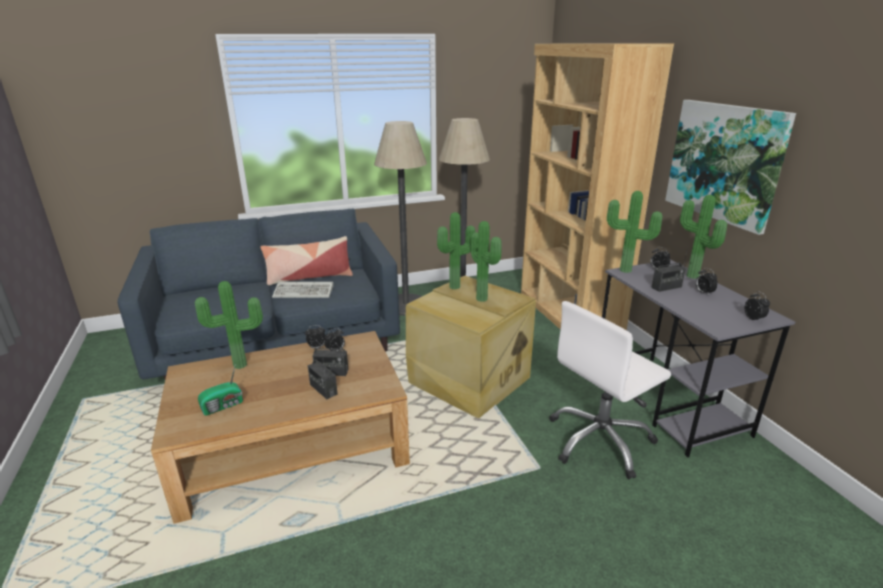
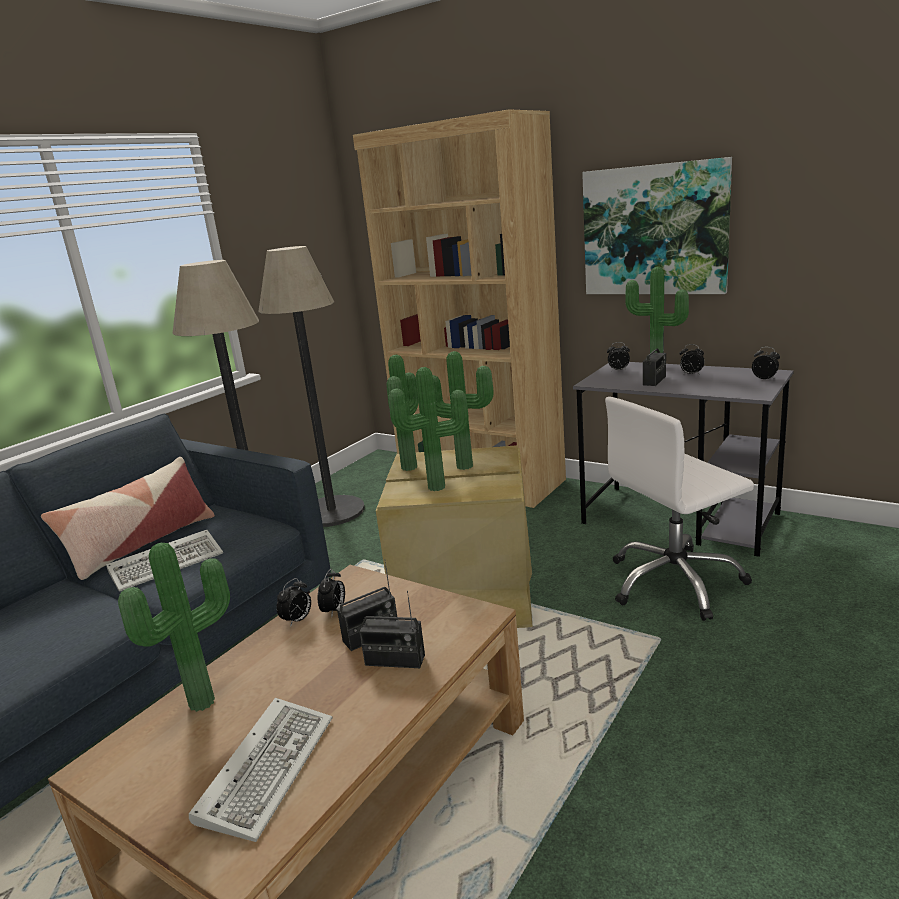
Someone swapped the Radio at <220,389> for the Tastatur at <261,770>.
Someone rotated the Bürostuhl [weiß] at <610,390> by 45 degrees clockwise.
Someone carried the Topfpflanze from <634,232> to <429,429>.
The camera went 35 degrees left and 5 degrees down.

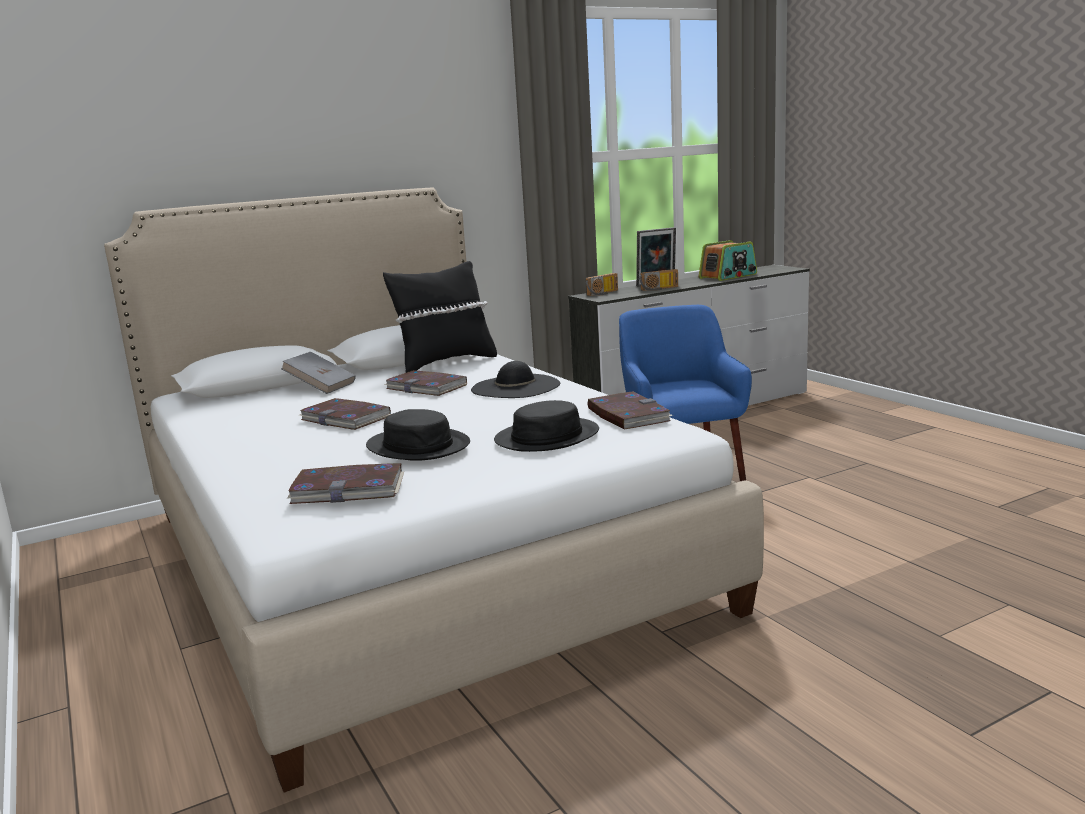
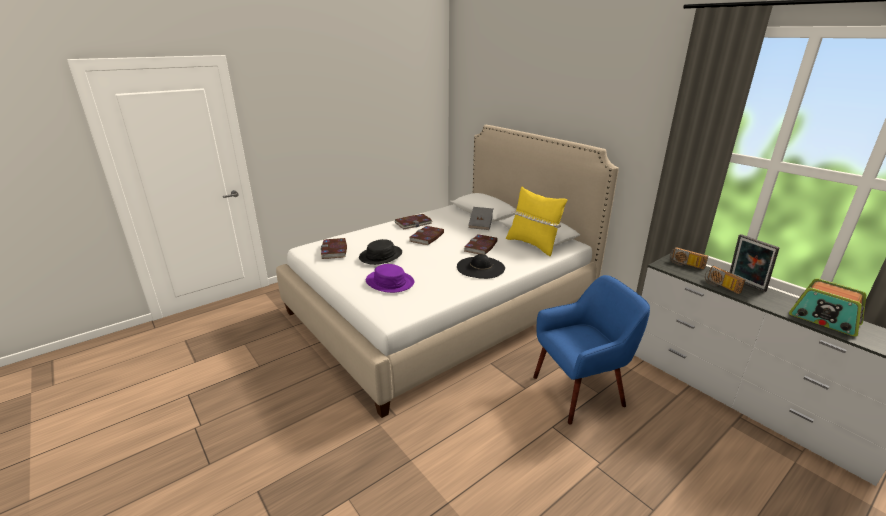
Someone repainted the Kissen [schwarz] at <440,317>, which became the Kissen [gelb] at <536,221>.
Someone repainted the Hut [schwarz] at <546,426>, which became the Hut [lila] at <390,278>.
Someone carried the Buch from <630,410> to <413,221>.
The camera went 80 degrees right and 10 degrees up.

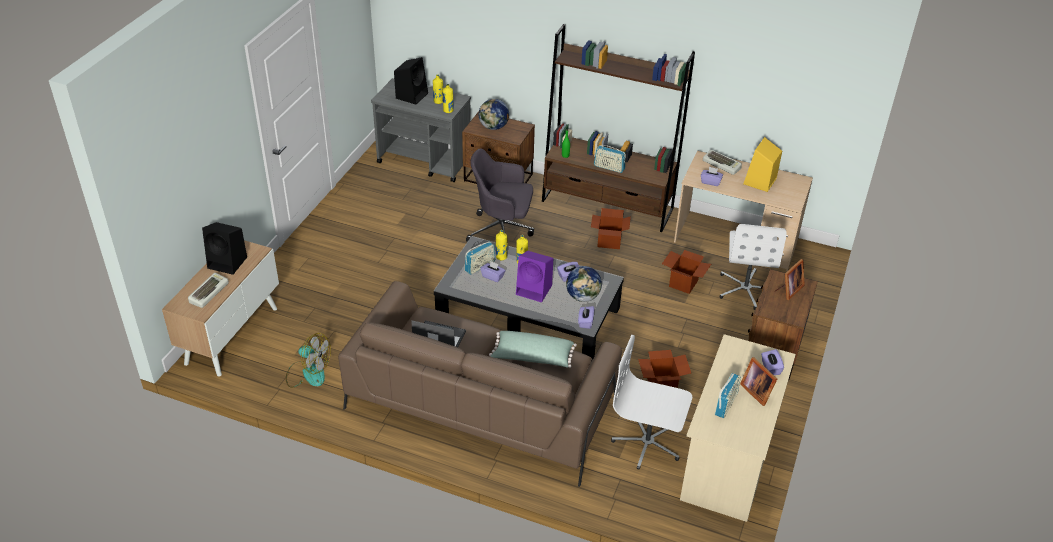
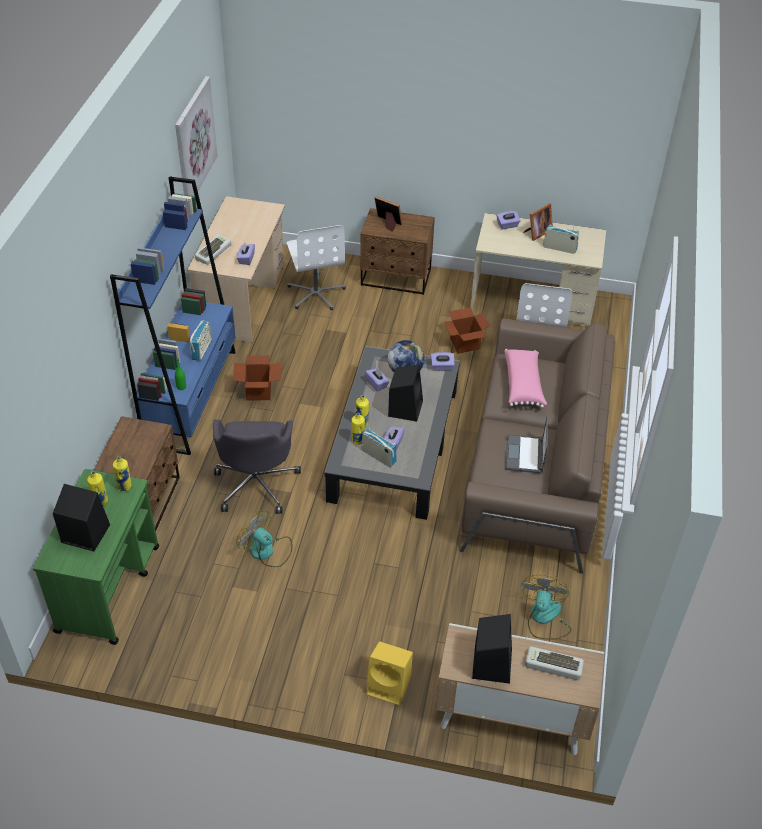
Someone repainted the Rollwagen [grau] at <421,130>, which became the Rollwagen [grün] at <96,557>.
Someone took away the Globus at <494,114>.
Someone repainted the Kissen [grün] at <533,349>, which became the Kissen [rosa] at <525,378>.
Someone repainted the Lautsprecher [lila] at <534,276>, which became the Lautsprecher [schwarz] at <405,393>.
Someone repainted the Bücherregal [braun] at <618,128>, which became the Bücherregal [blau] at <173,315>.
Someone took away the Karton at <686,272>.
Someone rotated the Bürostuhl [weiß] at <753,267> by 75 degrees clockwise.
Someone carried the Lautsprecher [gelb] from <762,164> to <389,673>.
Someone put up the Bild at <196,136>.
Someone put down the Ventilator at <264,538>.
The camera went 100 degrees left and 5 degrees up.

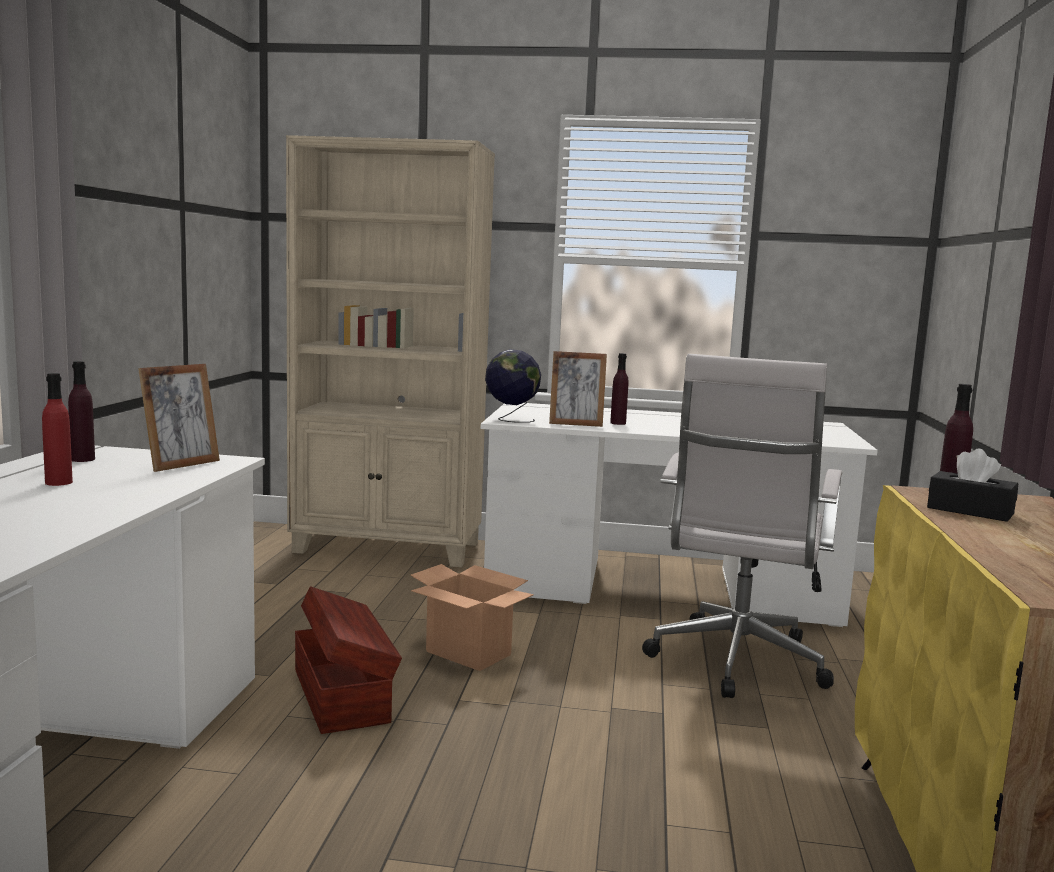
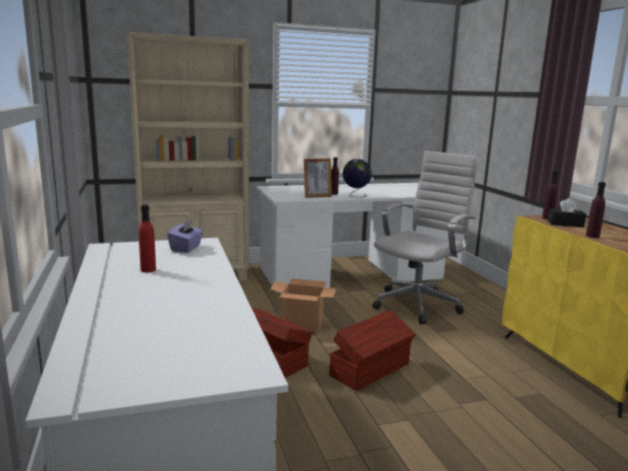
Someone carried the Flasche [lila] from <81,411> to <596,210>.
Someone swapped the Bilderrahmen at <179,418> for the Taschentuchbox [lila] at <185,236>.
Someone carried the Globus from <513,386> to <357,178>.
Someone rotated the Bürostuhl [weiß] at <742,526> by 135 degrees counterclockwise.
Someone put down the Aufbewahrungsbox [braun] at <372,350>.
The camera went 25 degrees left and 5 degrees up.

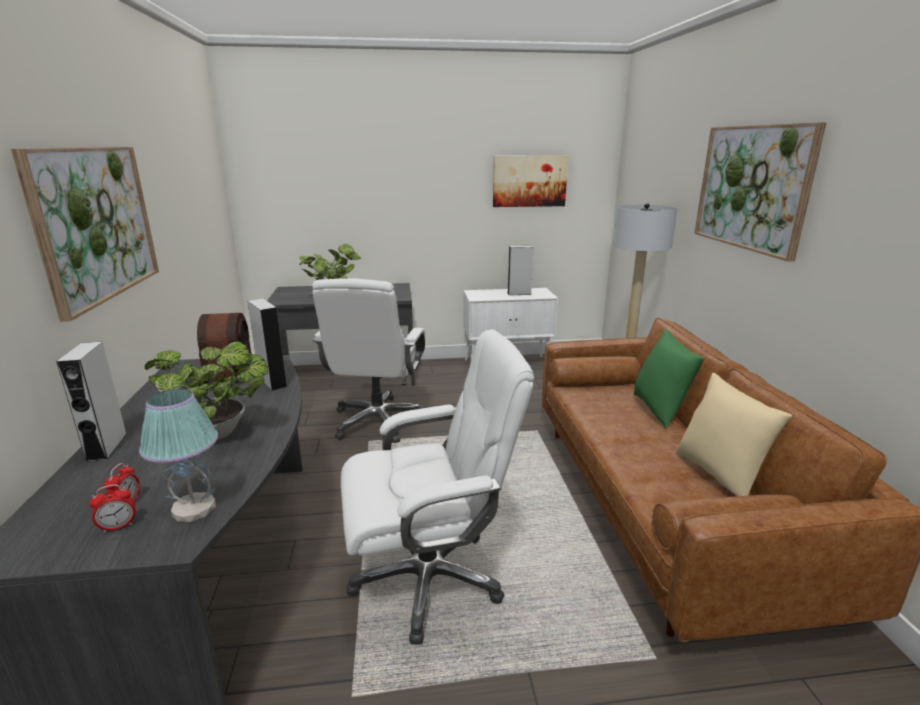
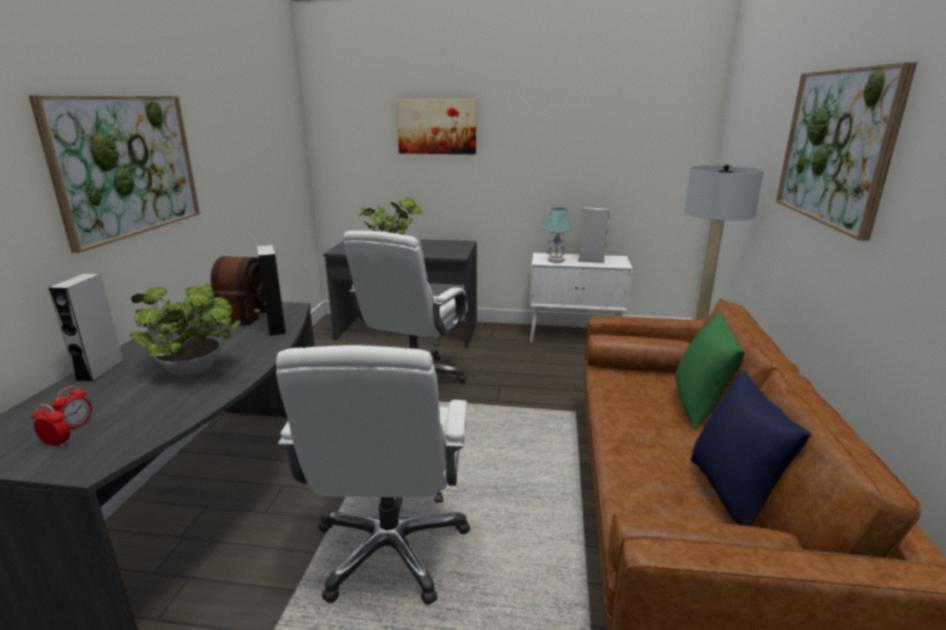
Someone rotated the Wecker at <112,508> by 150 degrees counterclockwise.
Someone carried the Tischlampe from <178,455> to <558,235>.
Someone rotated the Bürostuhl [weiß] at <437,487> by 90 degrees clockwise.
Someone carried the Bild from <530,181> to <436,126>.
Someone repainted the Kissen [beige] at <734,434>, which became the Kissen [blau] at <751,448>.
The camera went 15 degrees right and 0 degrees up.

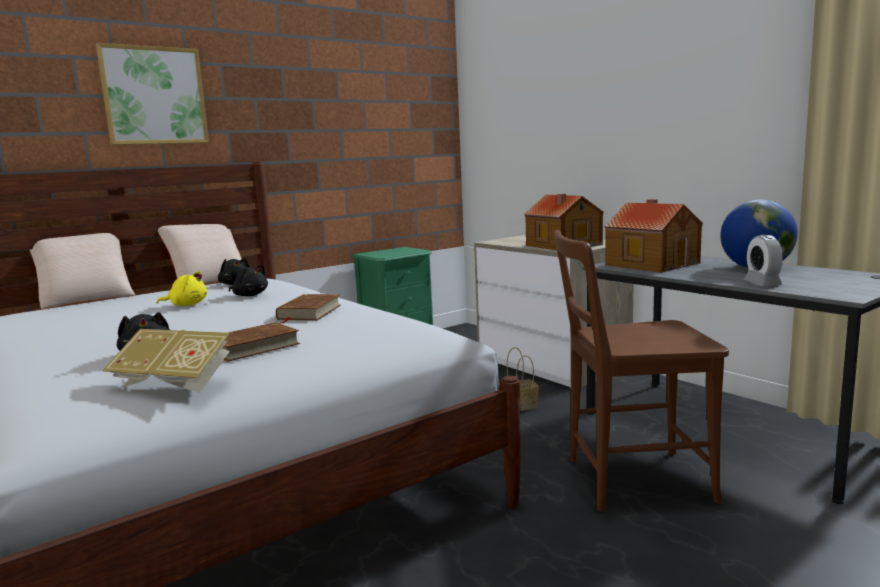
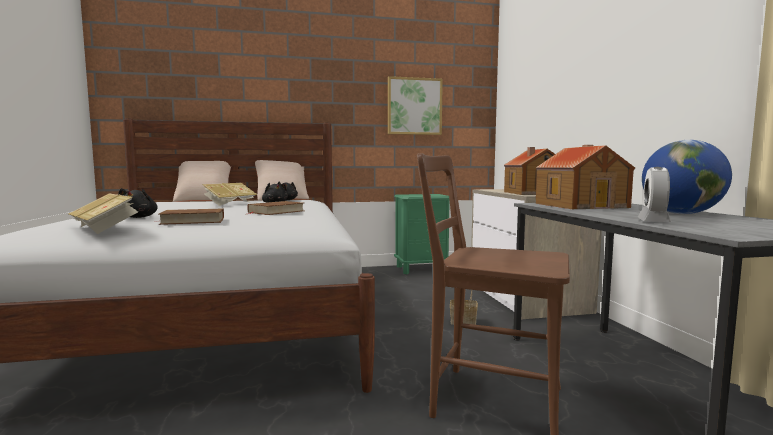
Someone carried the Bild from <152,94> to <415,105>.
Someone swapped the Plüschtier [gelb] at <182,288> for the Buch at <230,194>.
The camera went 25 degrees right and 5 degrees down.

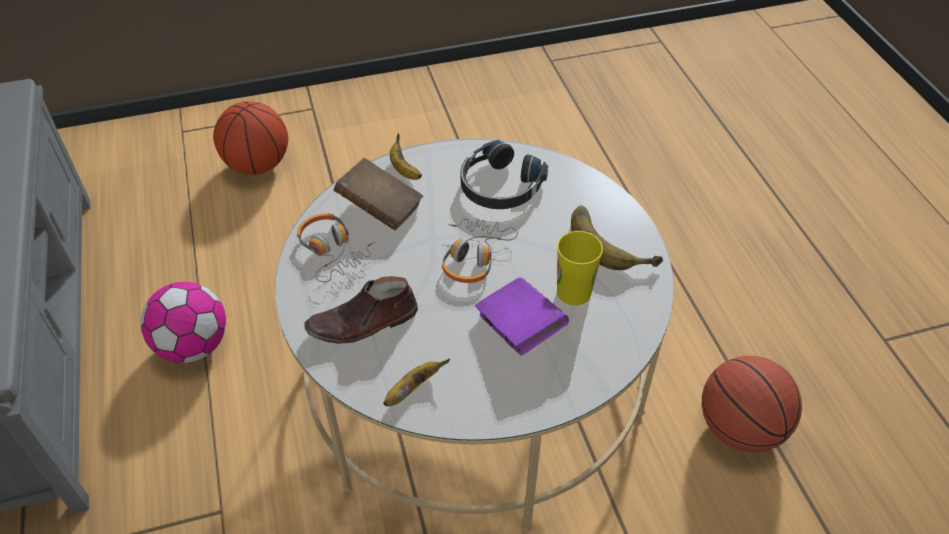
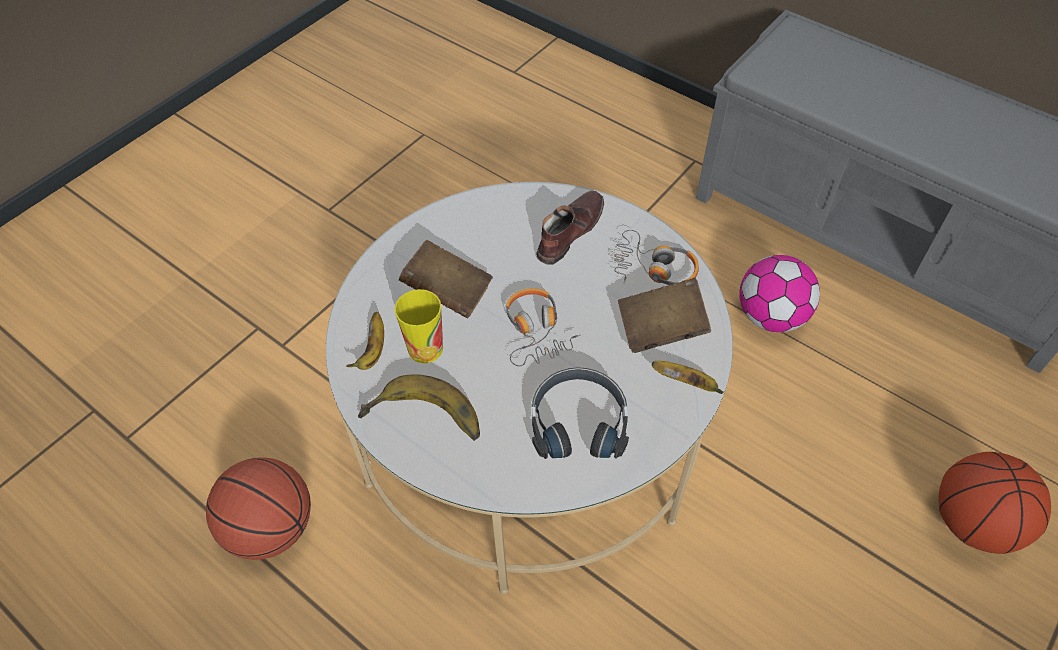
Someone carried the Banane from <416,382> to <365,341>.
Someone repainted the Buch [lila] at <522,316>, which became the Buch [braun] at <446,279>.
The camera went 145 degrees right and 5 degrees up.

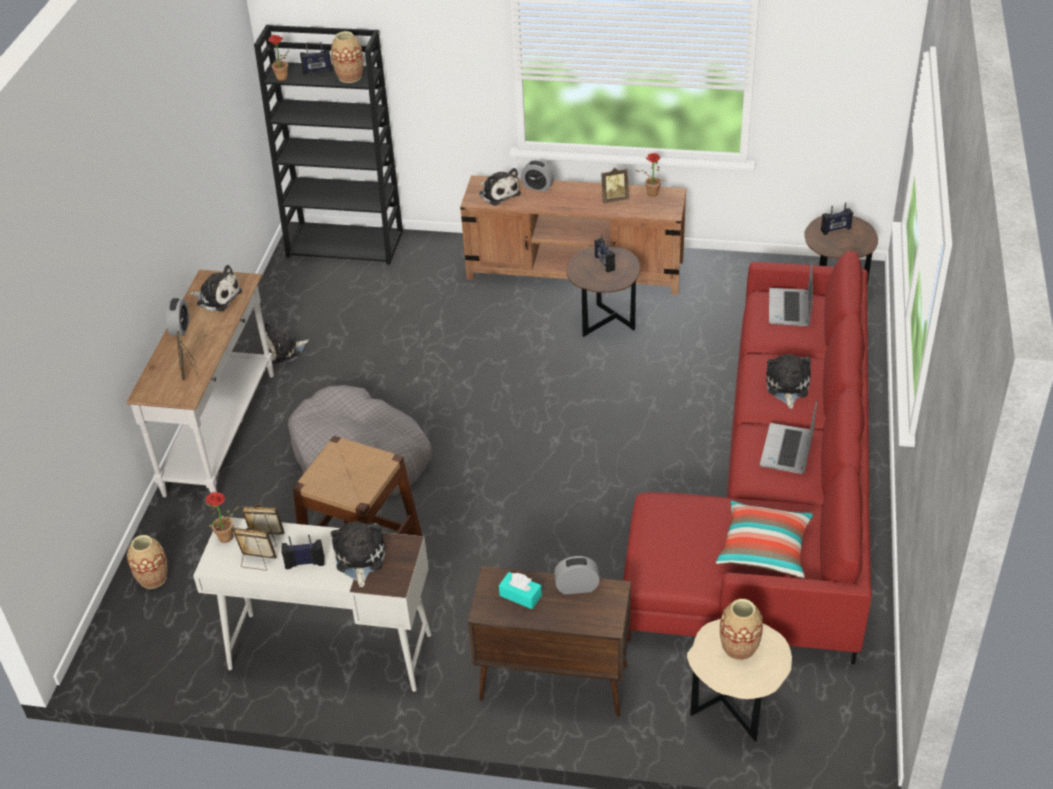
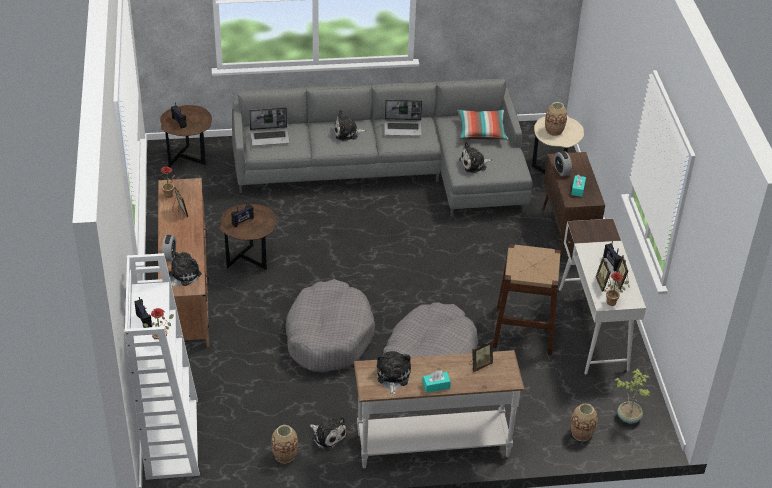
Someone swapped the Wecker at <177,317> for the Taschentuchbox [türkis] at <437,381>.
Someone repainted the Bücherregal [schwarz] at <328,145>, which became the Bücherregal [weiß] at <162,366>.
Someone carried the Vase from <347,57> to <284,444>.
Someone carried the Plüschtier from <358,554> to <475,157>.
Someone repainted the Sofa [rot] at <747,457>, which became the Sofa [grau] at <382,148>.
Someone put down the Hundebett [grau] at <330,325>.
Someone put down the Topfpflanze at <633,396>.
The camera went 110 degrees left and 0 degrees up.

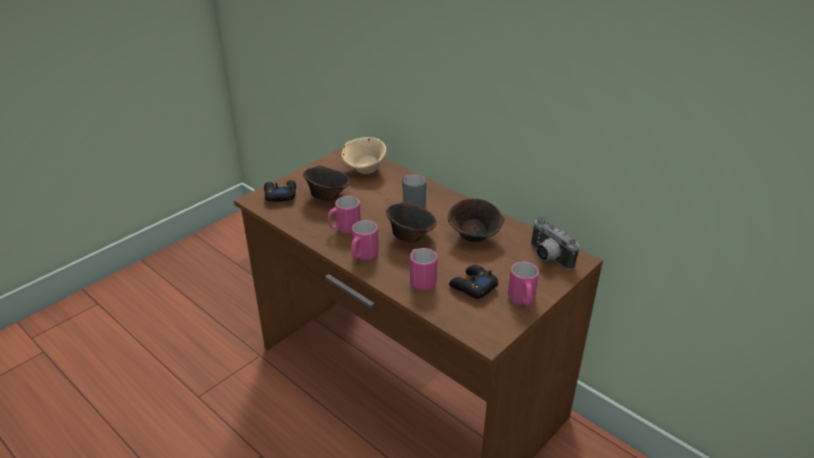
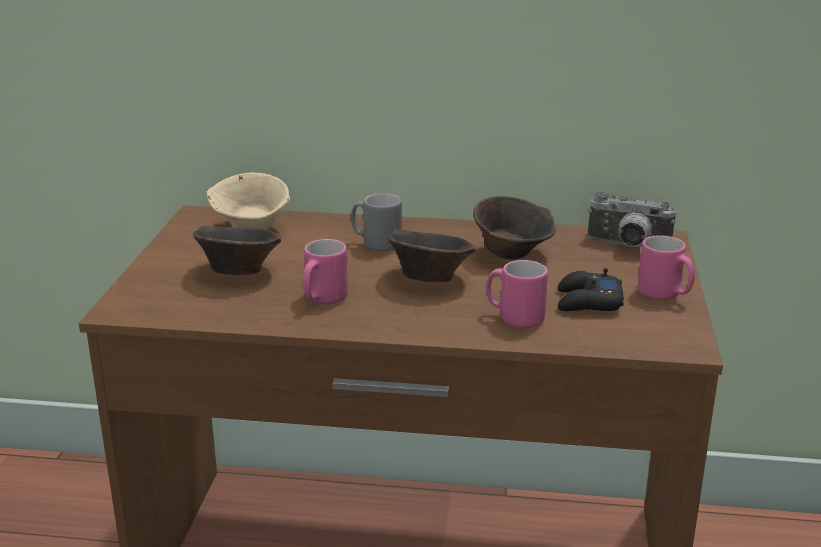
Someone took away the Gamepad [schwarz] at <280,191>.
Someone took away the Henkelbecher [rosa] at <365,240>.
The camera went 35 degrees left and 10 degrees down.

